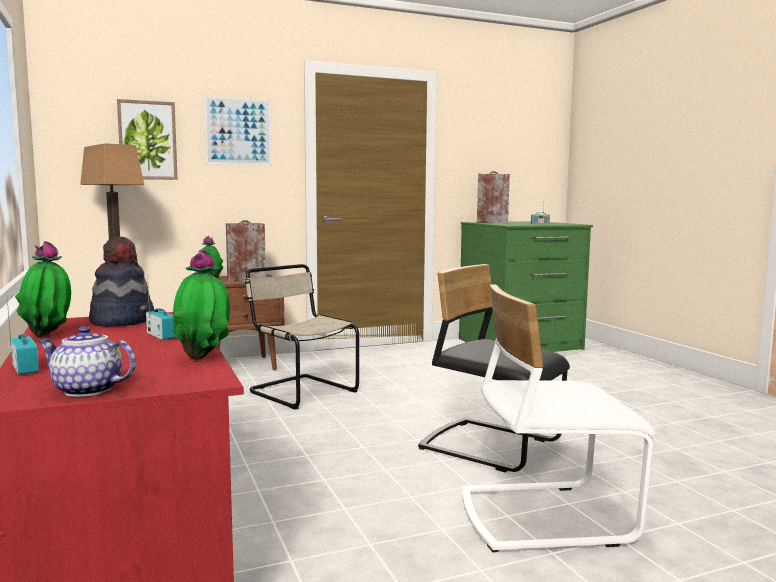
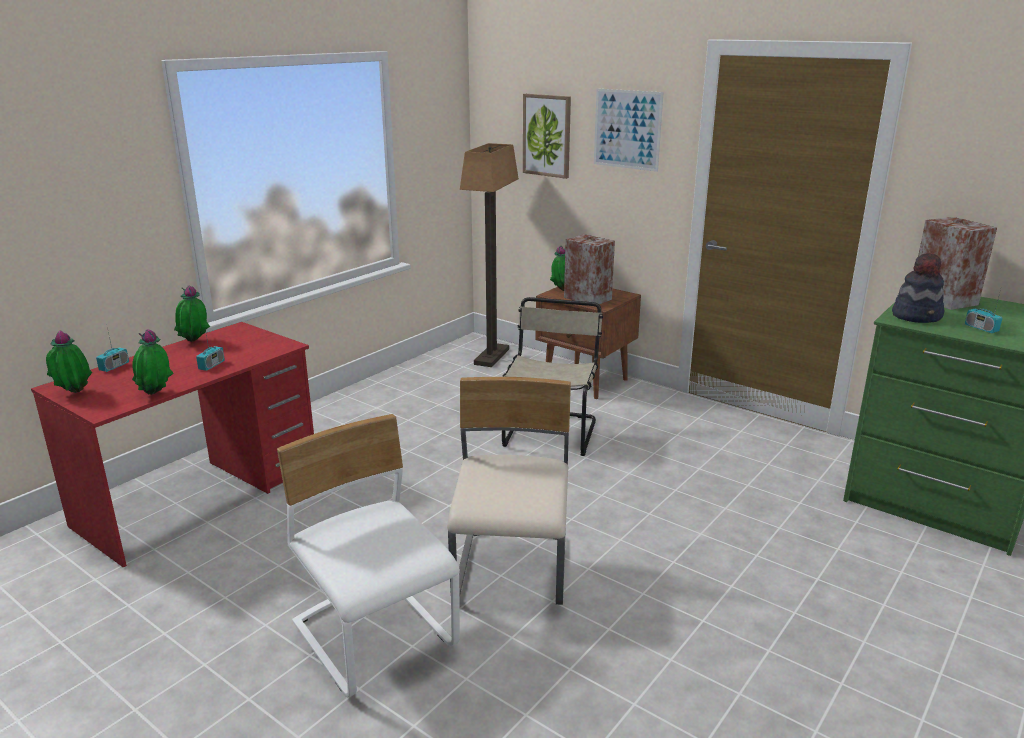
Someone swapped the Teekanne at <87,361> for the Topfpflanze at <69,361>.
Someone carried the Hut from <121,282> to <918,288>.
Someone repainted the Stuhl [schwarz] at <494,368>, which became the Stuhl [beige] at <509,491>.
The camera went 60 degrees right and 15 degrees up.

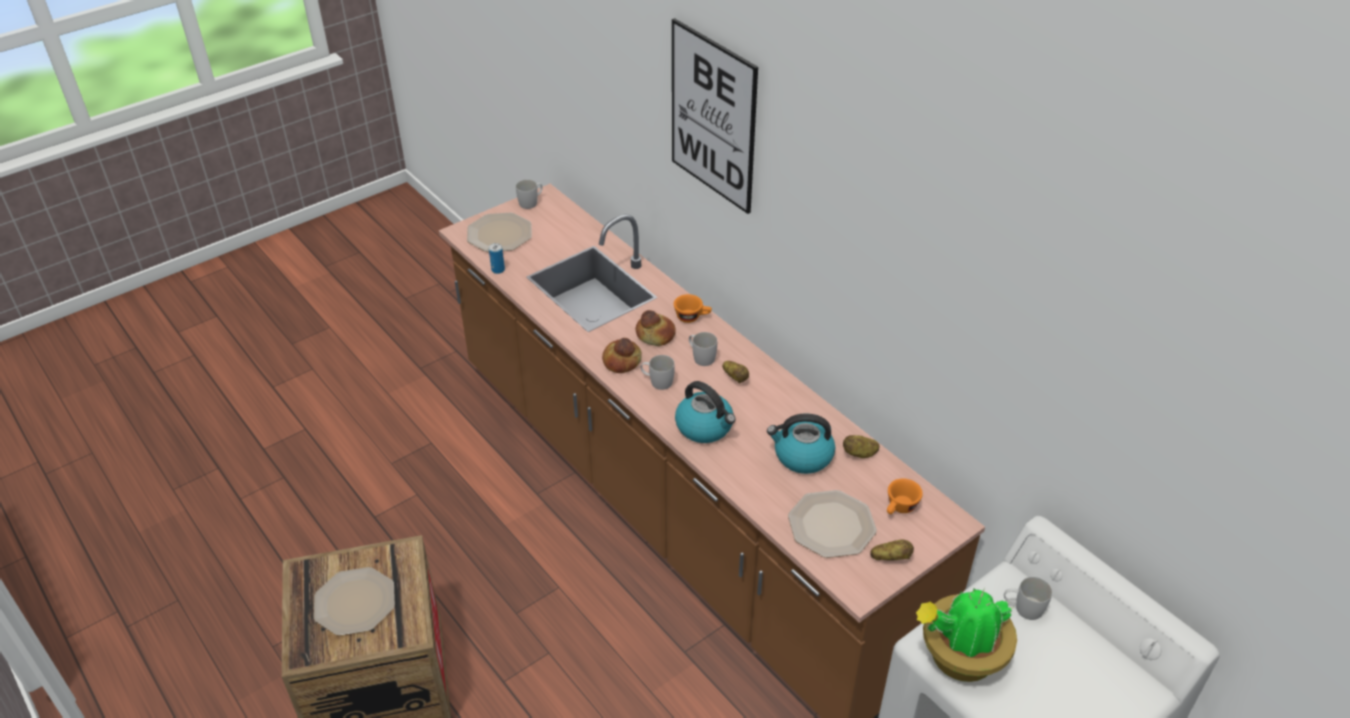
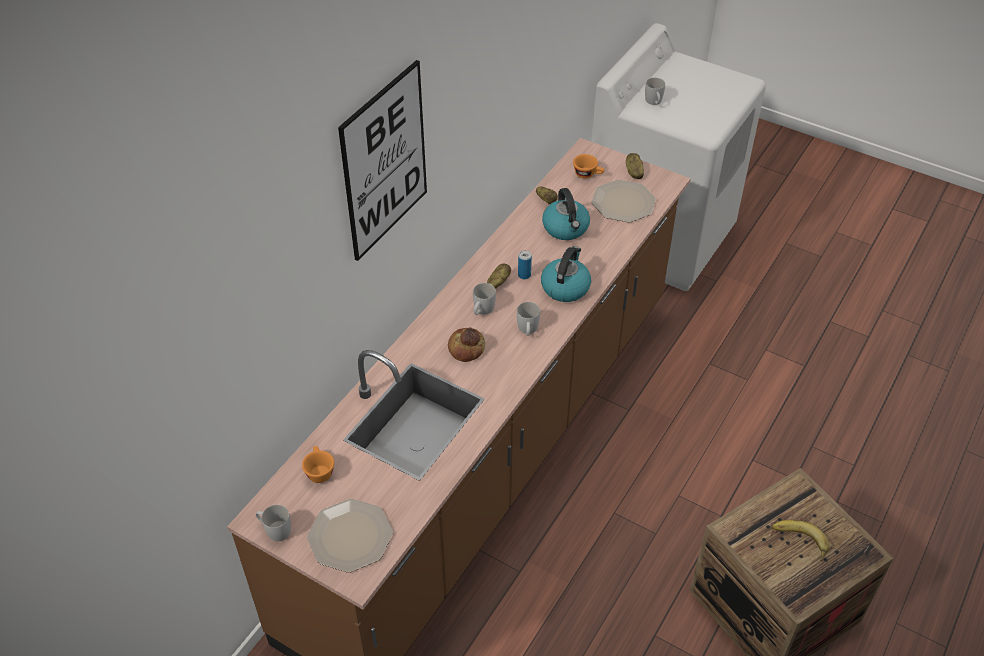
Someone swapped the Teller at <354,601> for the Banane at <801,540>.
Someone carried the Dose from <497,258> to <525,264>.
Someone took away the Brot at <622,355>.
Someone carried the Tasse [orange] from <693,308> to <318,464>.
Someone took away the Topfpflanze at <966,634>.
The camera went 110 degrees left and 5 degrees up.

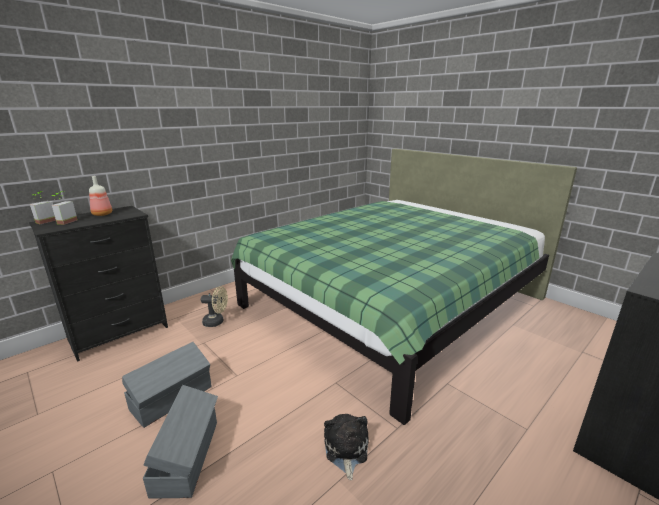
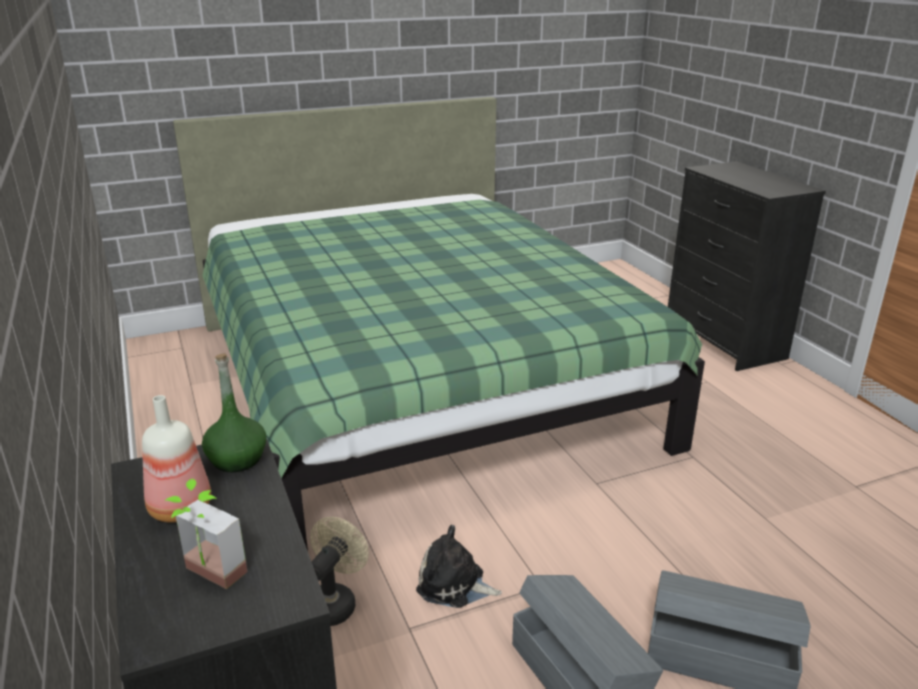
Someone took away the Topfpflanze at <43,207>.
Someone carried the Plüschtier from <346,447> to <459,566>.
Someone put down the Flasche [grün] at <234,413>.
The camera went 70 degrees left and 5 degrees up.

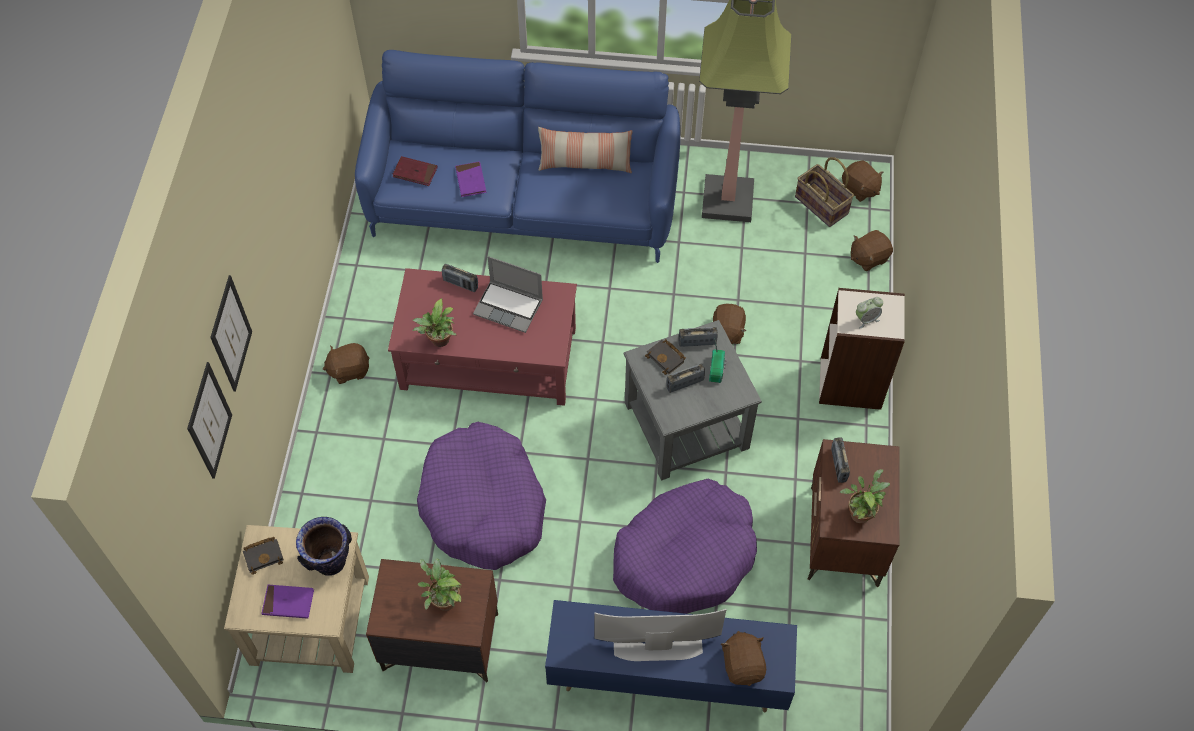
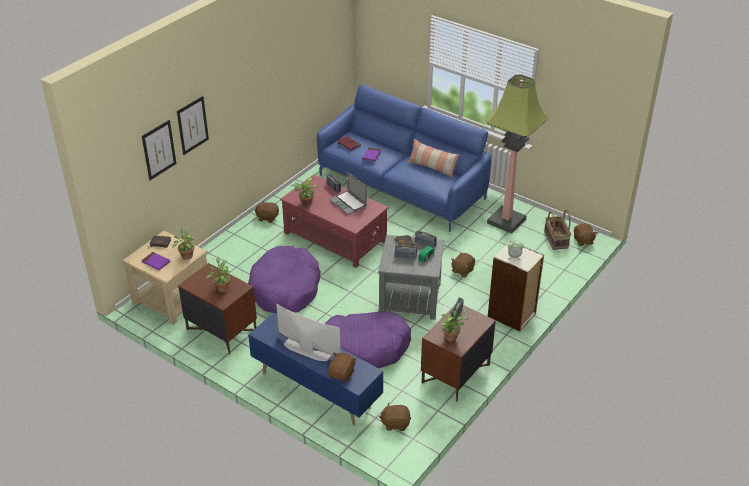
Someone swapped the Vase at <324,546> for the Topfpflanze at <183,243>.
Someone carried the Plüschtier [braun] from <872,250> to <395,417>.
The camera went 30 degrees right and 20 degrees down.

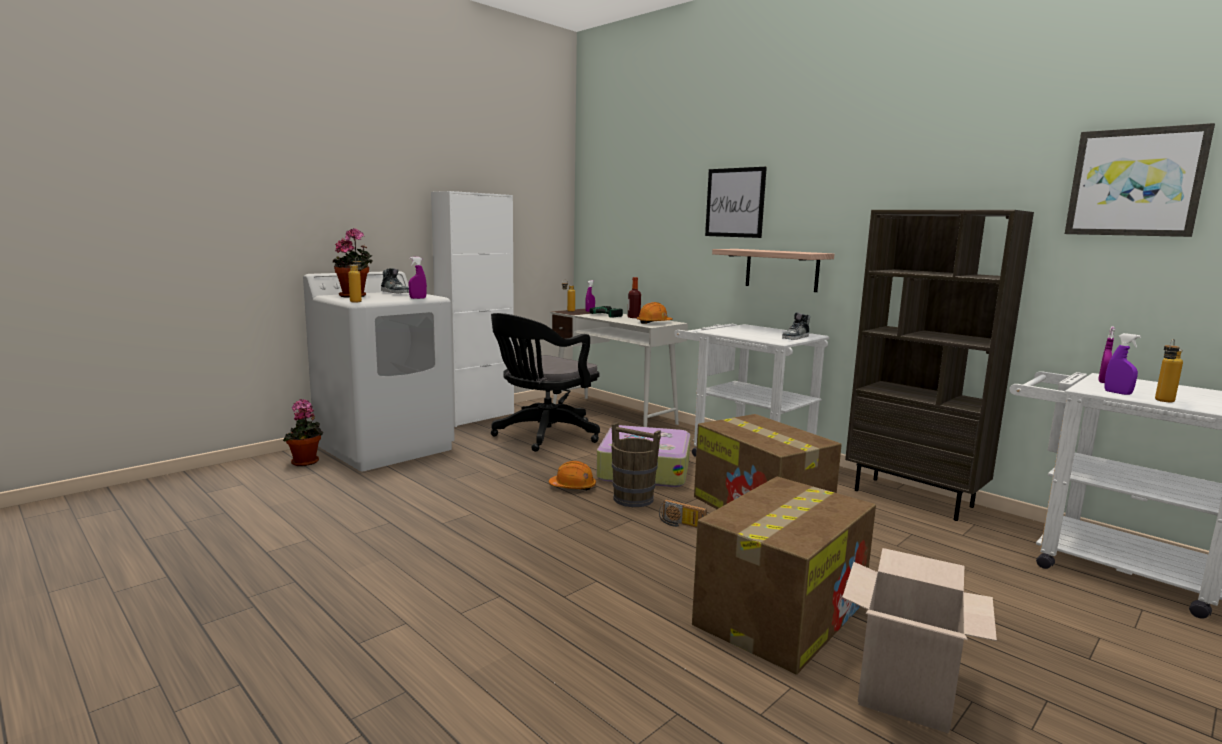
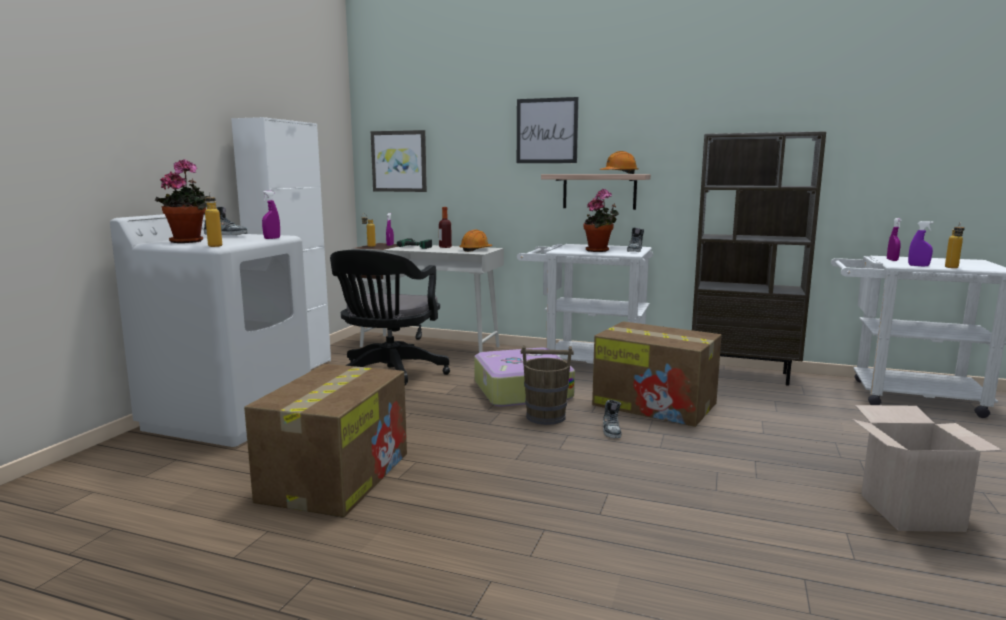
Someone carried the Topfpflanze from <303,432> to <601,220>.
Someone carried the Schutzhelm [orange] from <572,475> to <619,162>.
Someone swapped the Radio at <683,513> for the Schuh at <612,419>.
Someone carried the Karton from <784,575> to <325,440>.
Someone carried the Bild from <1140,180> to <399,161>.
The camera went 25 degrees left and 0 degrees up.

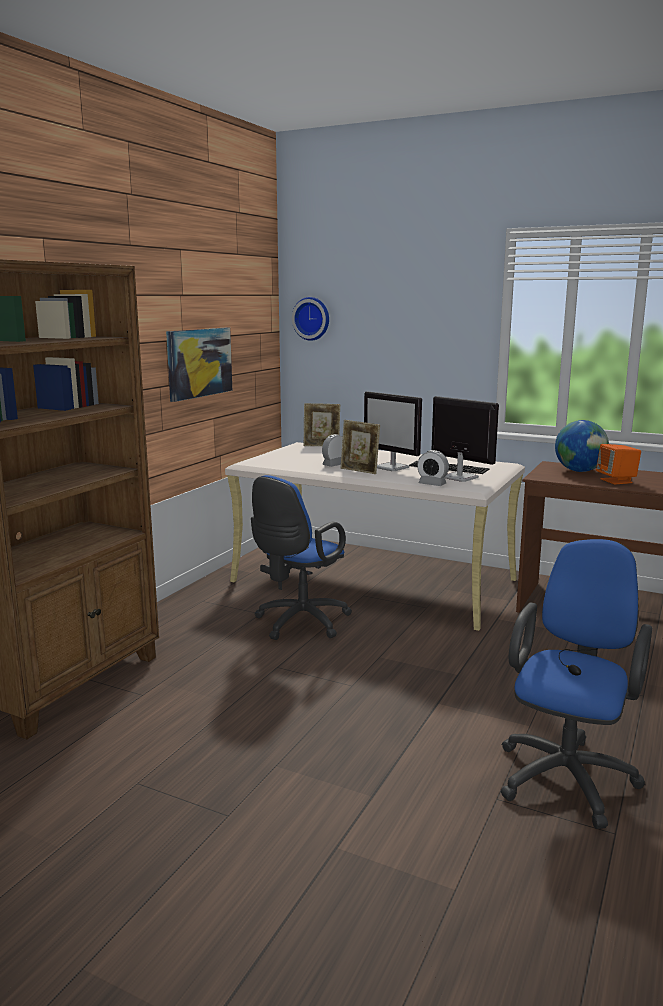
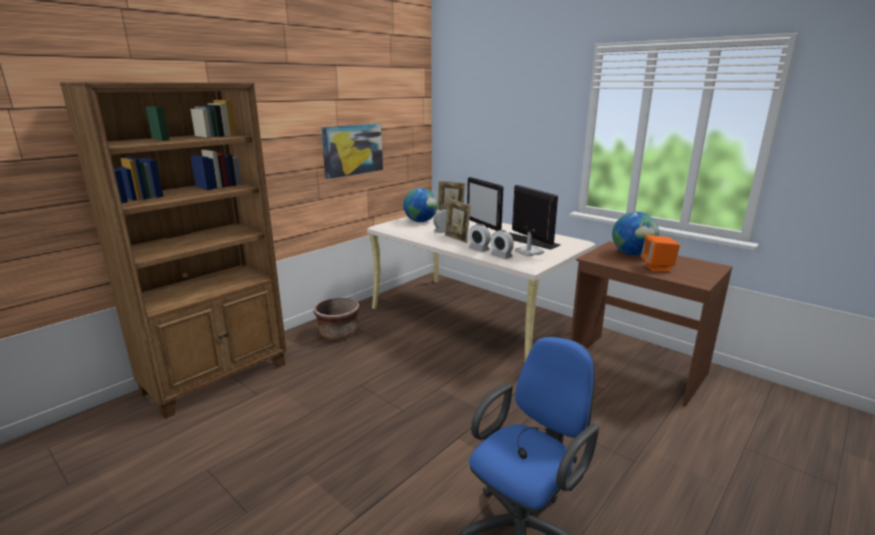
Someone took away the Bürostuhl [blau] at <301,557>.
Someone took away the Wanduhr at <310,319>.
Someone put down the Pflanzkübel [braun] at <337,319>.
Someone put down the Globus at <420,205>.
Someone put down the Wecker at <480,238>.
The camera went 15 degrees right and 5 degrees up.

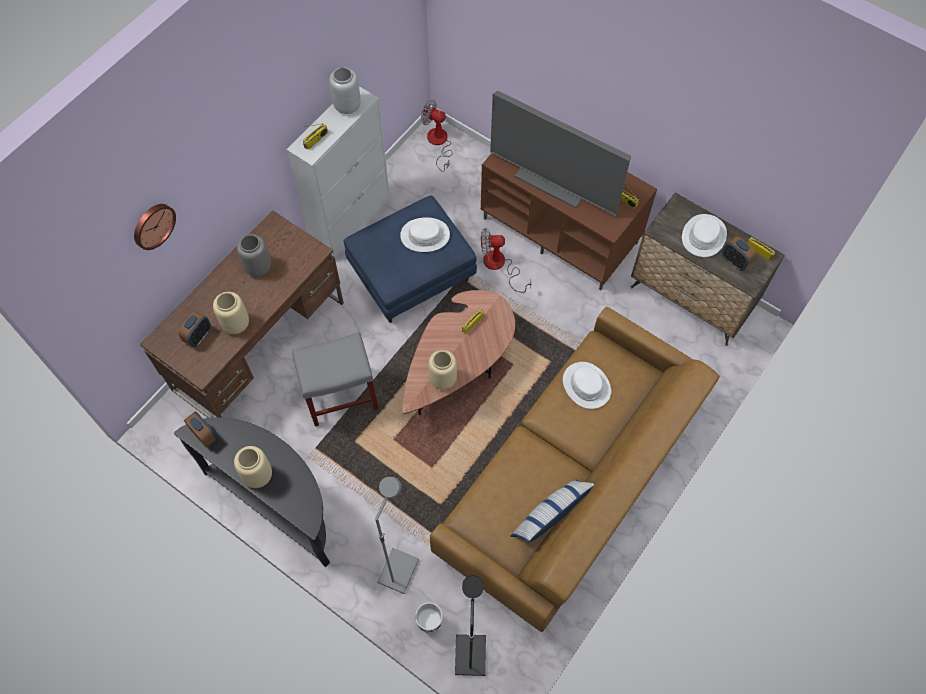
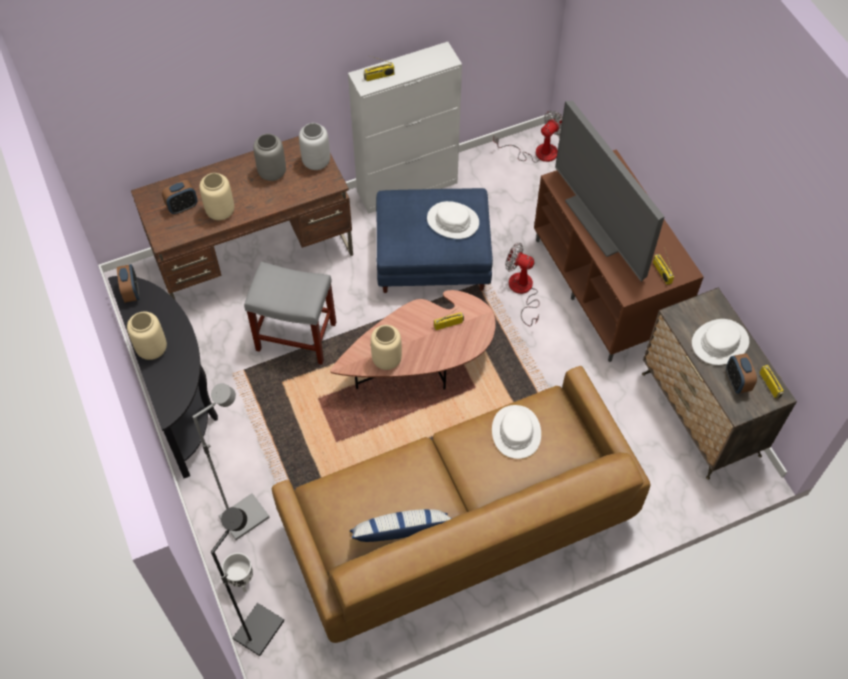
Someone took away the Wanduhr at <155,227>.
Someone carried the Vase [grau] from <345,90> to <314,146>.
Someone rotated the Ventilator at <437,136> by 75 degrees clockwise.
The camera went 30 degrees right and 5 degrees down.

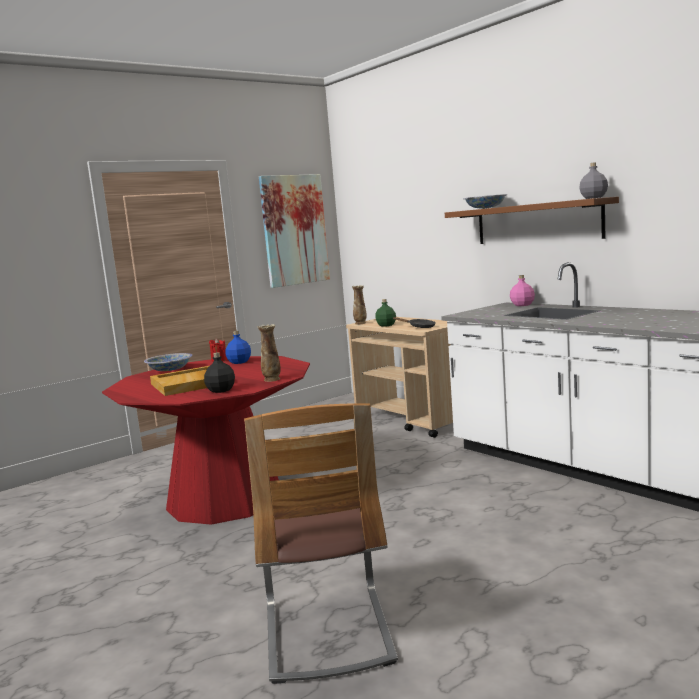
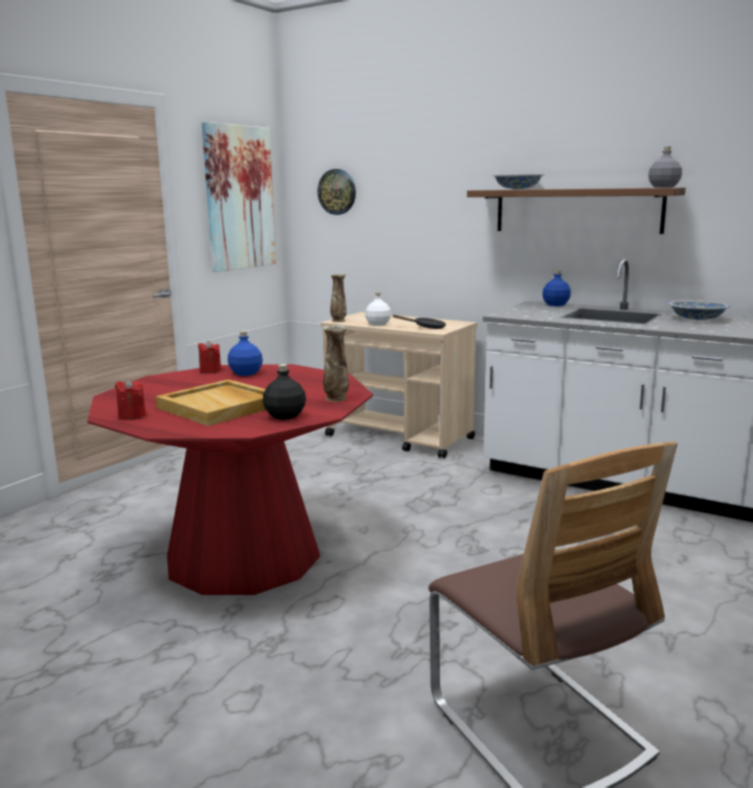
Someone carried the Schüssel from <168,362> to <699,310>.
Someone repainted the Flasche [grün] at <385,313>, which became the Flasche [weiß] at <378,309>.
Someone repainted the Flasche [rosa] at <522,290>, which became the Flasche [blau] at <556,288>.
Someone put down the Kerze [rot] at <130,399>.
Someone put up the Wanduhr at <337,192>.
The camera went 20 degrees left and 5 degrees up.

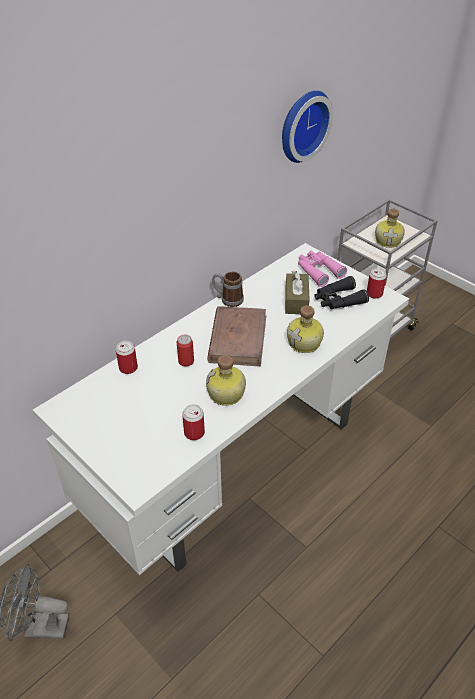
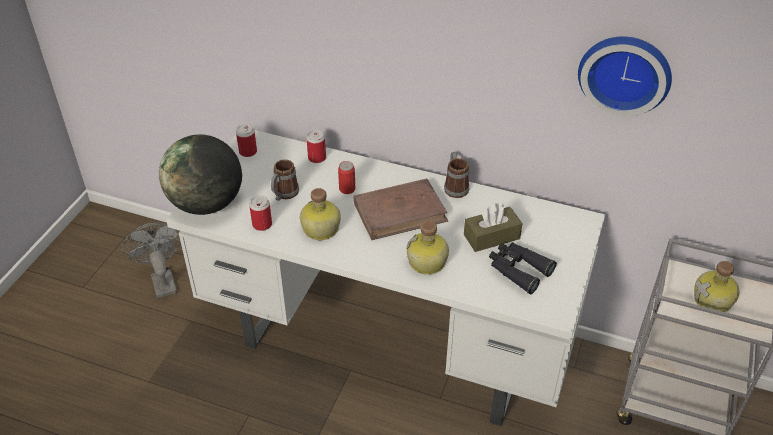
Someone took away the Fernglas [rosa] at <322,269>.
Someone carried the Dose from <377,283> to <246,140>.
Someone put down the Globus at <200,174>.
Someone put down the Henkelbecher at <285,180>.
The camera went 65 degrees right and 0 degrees up.

